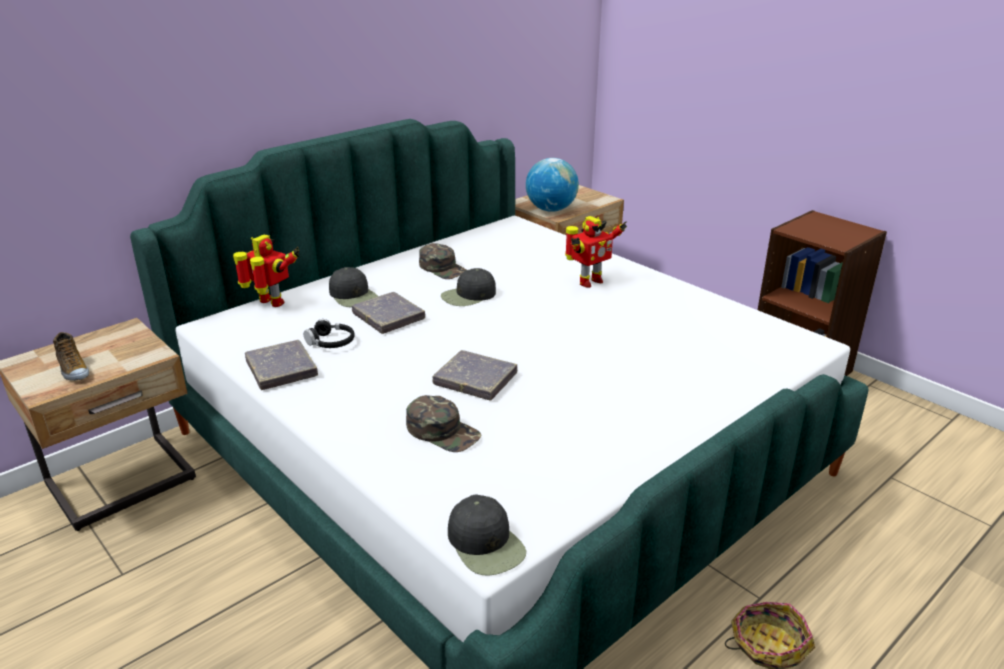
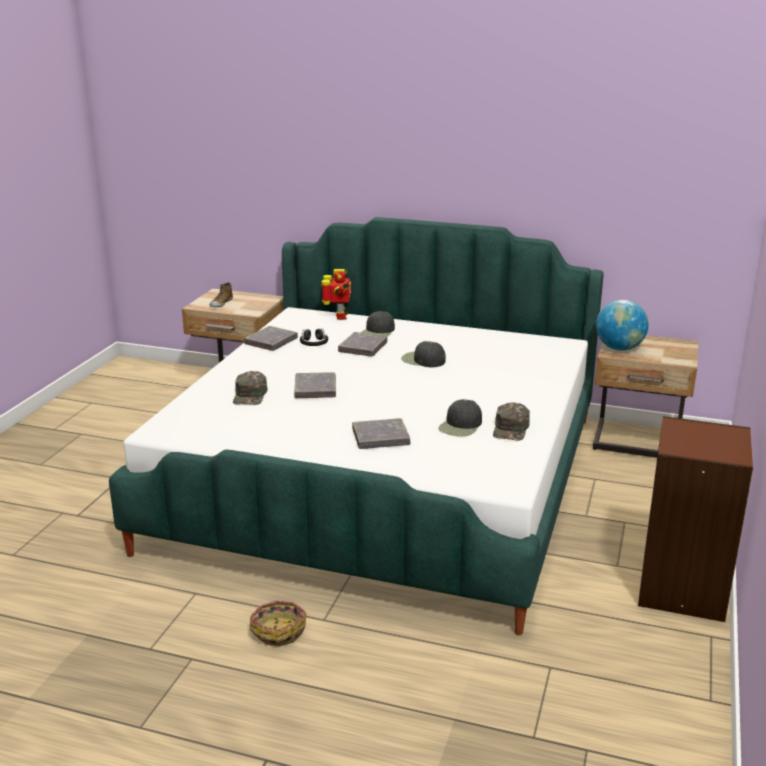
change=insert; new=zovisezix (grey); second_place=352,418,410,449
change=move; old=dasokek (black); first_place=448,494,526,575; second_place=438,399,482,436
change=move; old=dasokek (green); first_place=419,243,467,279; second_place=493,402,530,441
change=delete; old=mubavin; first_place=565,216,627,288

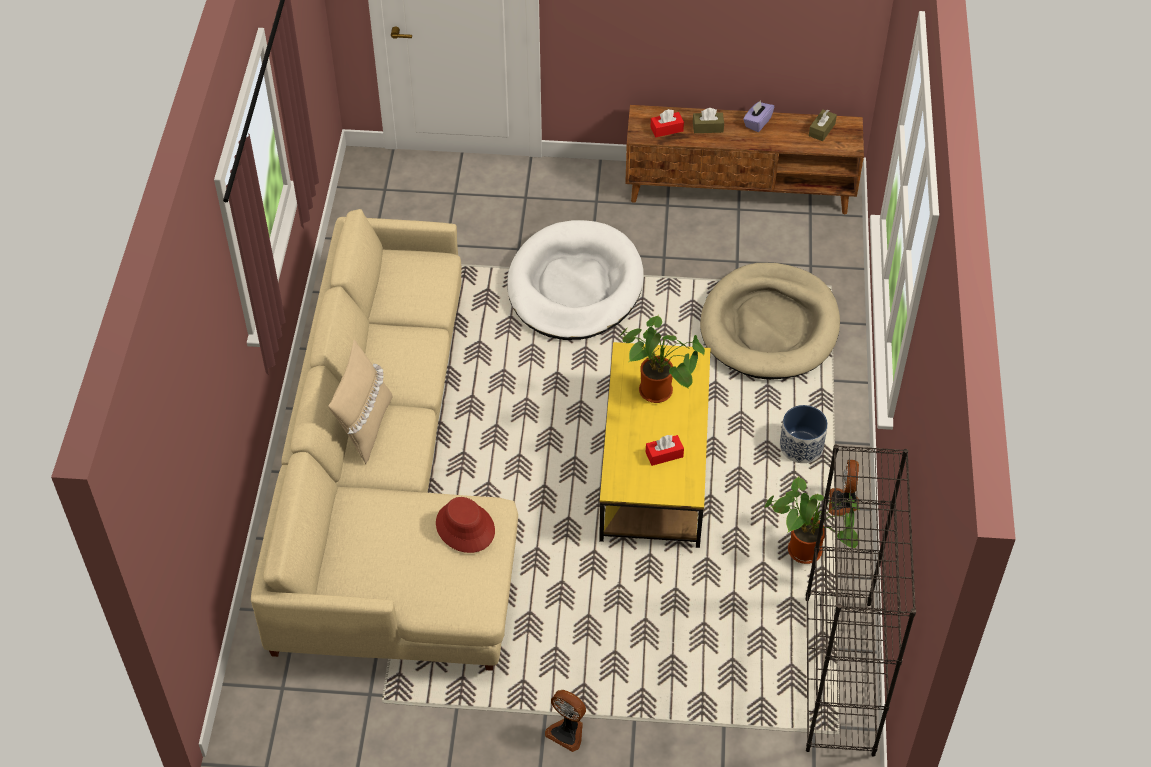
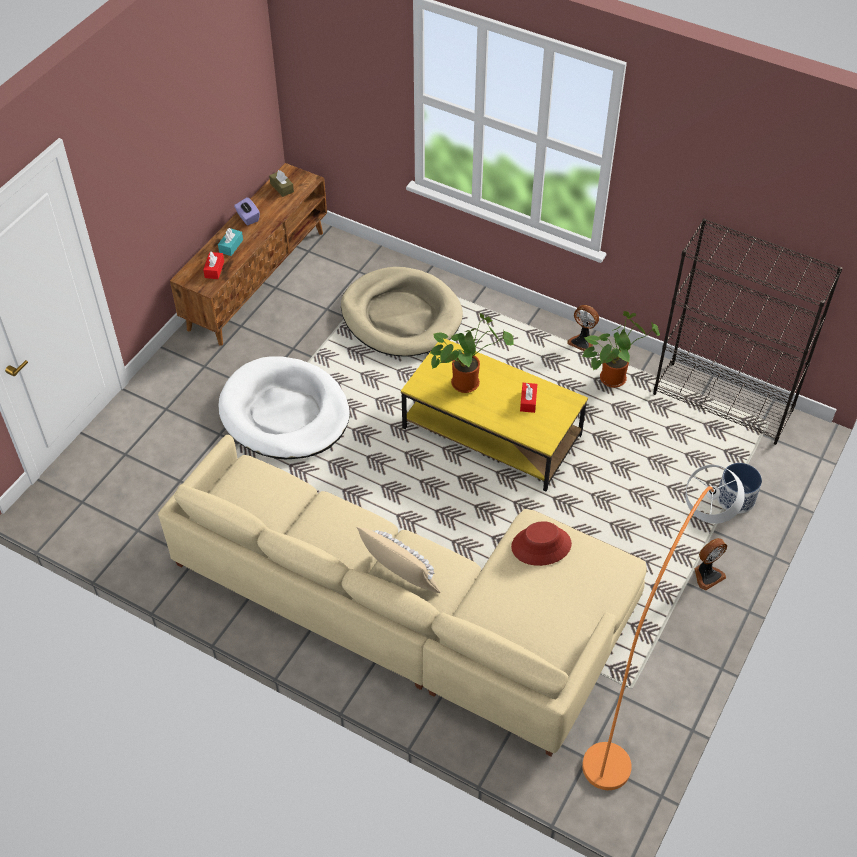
change=recolor; old=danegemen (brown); new=danegemen (turquoise); first_place=693,108,724,133; second_place=218,228,243,256
change=insert; new=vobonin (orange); second_place=582,465,745,790
change=move; old=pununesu; first_place=780,405,828,463; second_place=717,463,762,514

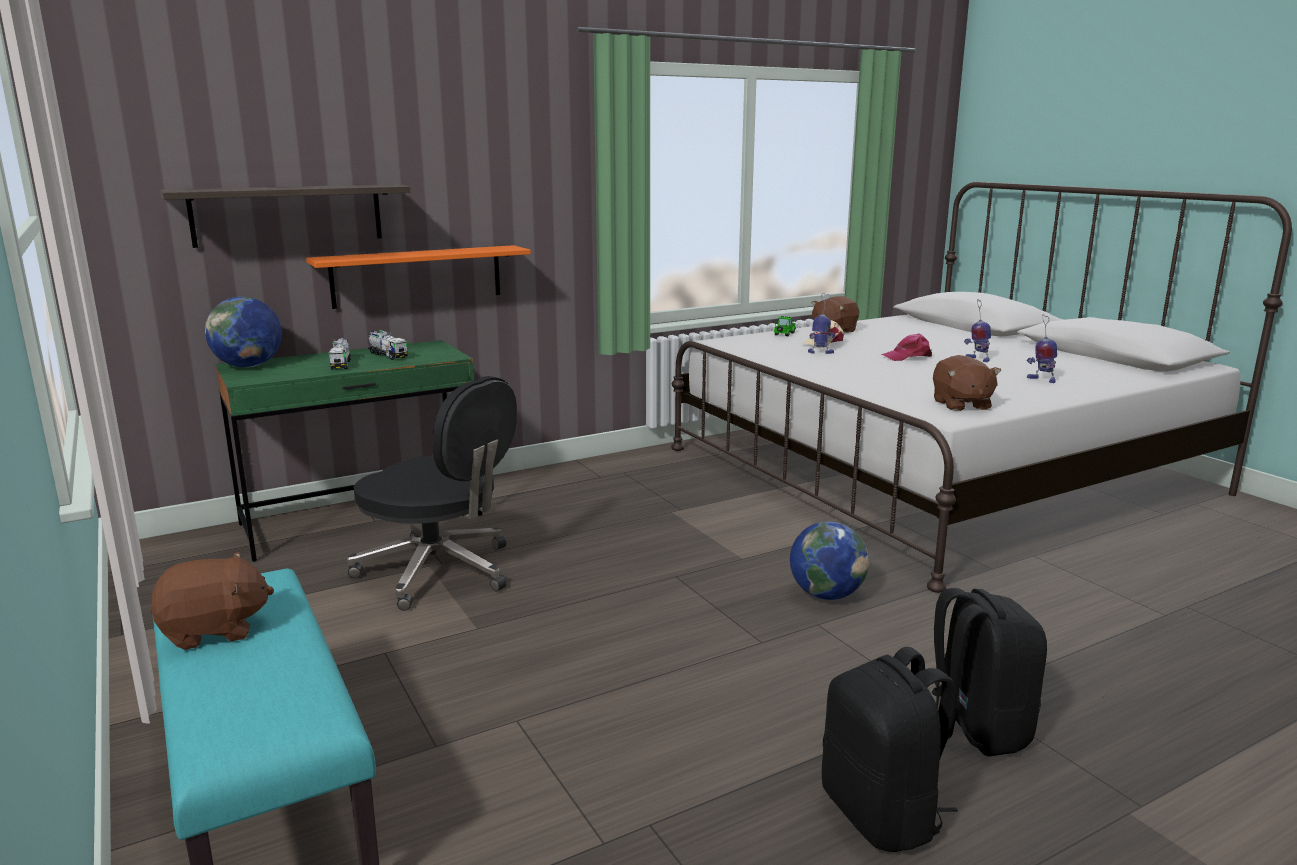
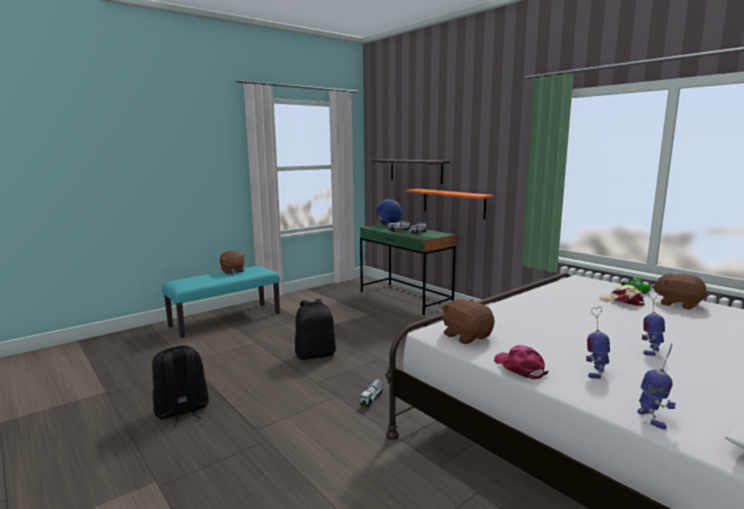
change=move; old=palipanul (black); first_place=931,588,1047,756; second_place=295,299,336,360
change=replace; old=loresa; new=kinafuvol; first_place=790,521,869,600; second_place=360,378,383,407
change=rotate; old=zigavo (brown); first_place=933,355,1001,411; second_place=442,299,495,344; degrees=75
change=move; old=dasokek (pink); first_place=881,333,932,361; second_place=494,345,549,379
change=move; old=mubavin; first_place=808,294,835,354; second_place=638,343,676,430
change=delete; old=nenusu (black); first_place=347,376,517,611

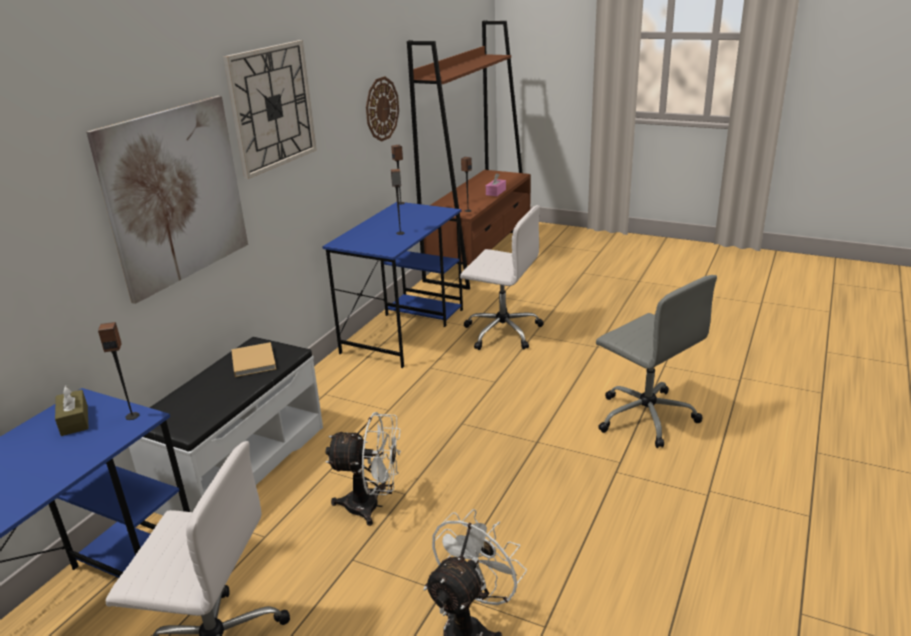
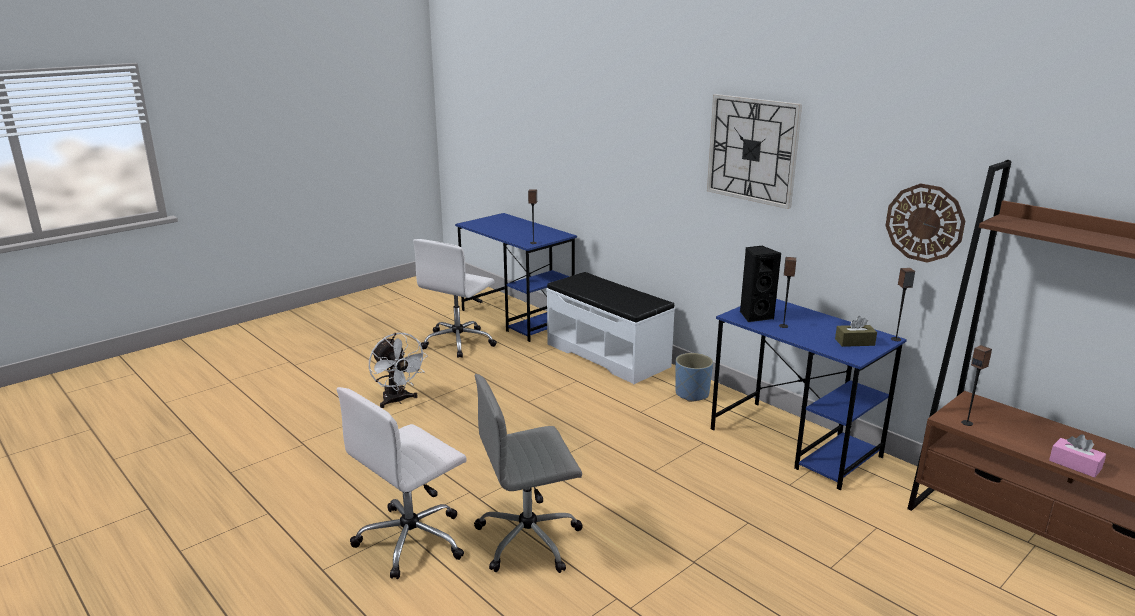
change=move; old=nenusu (white); first_place=460,205,544,350; second_place=337,387,467,579
change=insert; new=pununesu (blue); second_place=675,353,713,402
change=insert; new=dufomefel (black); second_place=740,246,781,323
change=move; old=danegemen (brown); first_place=55,385,89,436; second_place=835,316,877,347
change=delete; old=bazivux; first_place=86,96,248,304
change=delete; old=zovisezix (beige); first_place=231,342,276,377
change=delete; old=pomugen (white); first_place=326,412,401,526

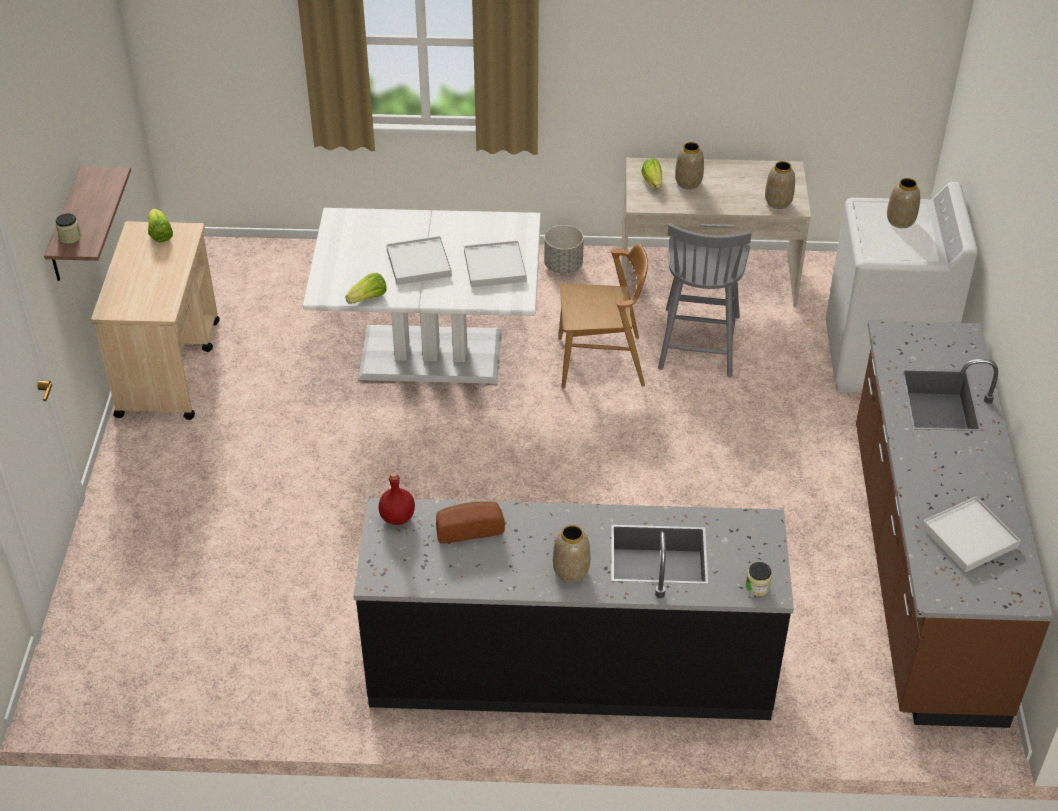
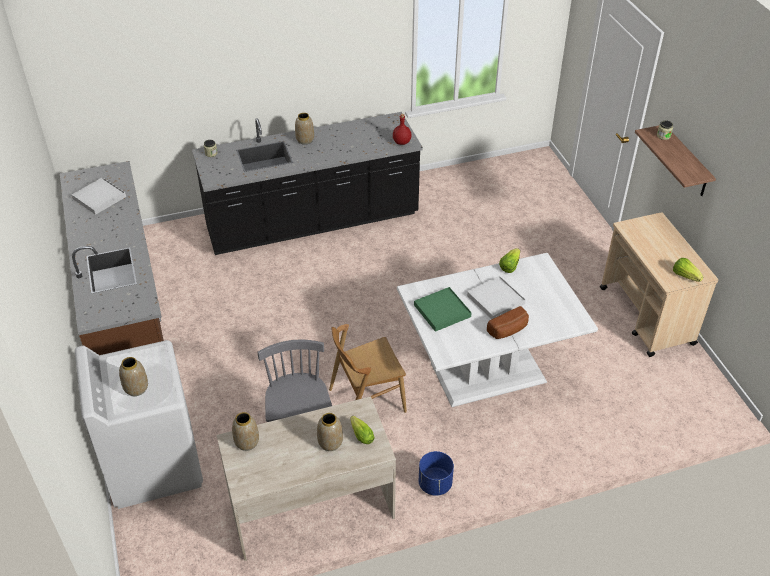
change=recolor; old=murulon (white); new=murulon (green); first_place=464,240,527,287; second_place=414,287,472,332
change=recolor; old=pununesu (grey); new=pununesu (blue); first_place=544,225,584,274; second_place=419,451,454,496
change=move; old=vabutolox; first_place=436,502,505,543; second_place=487,306,529,339

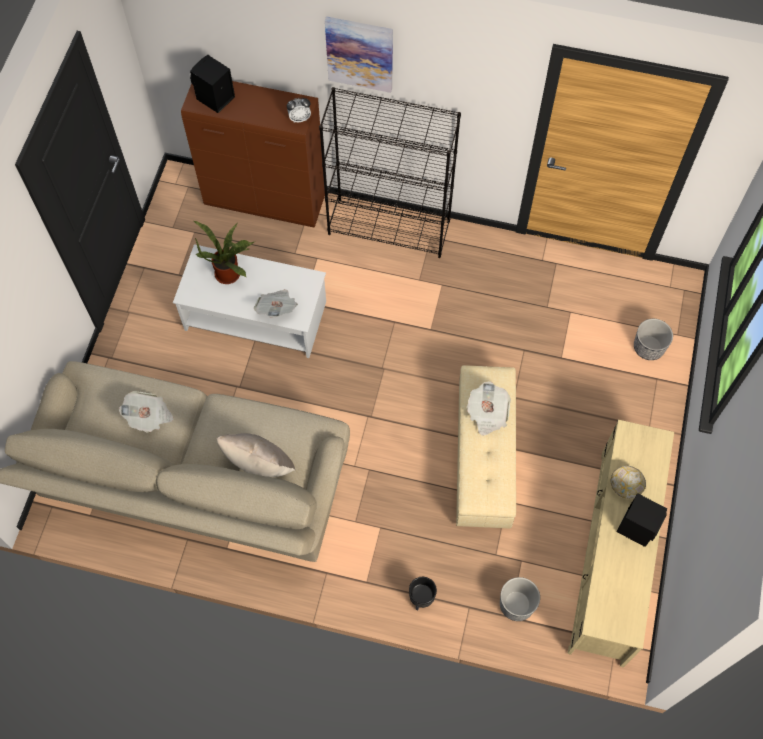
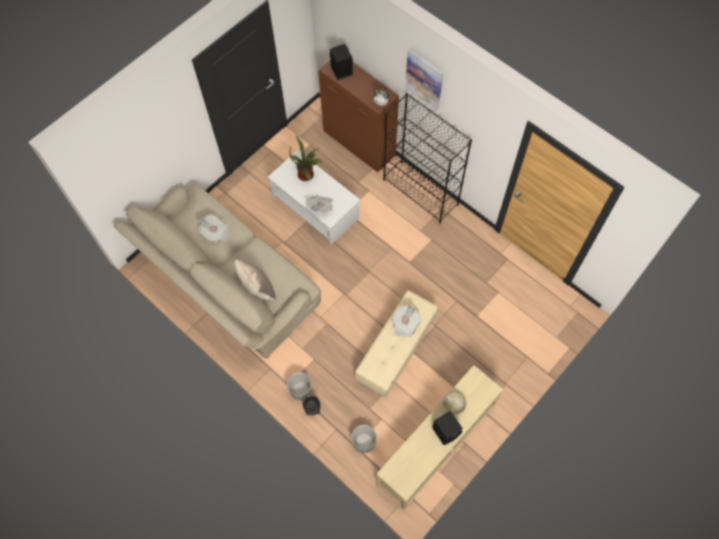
change=move; old=pununesu; first_place=634,319,673,360; second_place=287,372,312,400

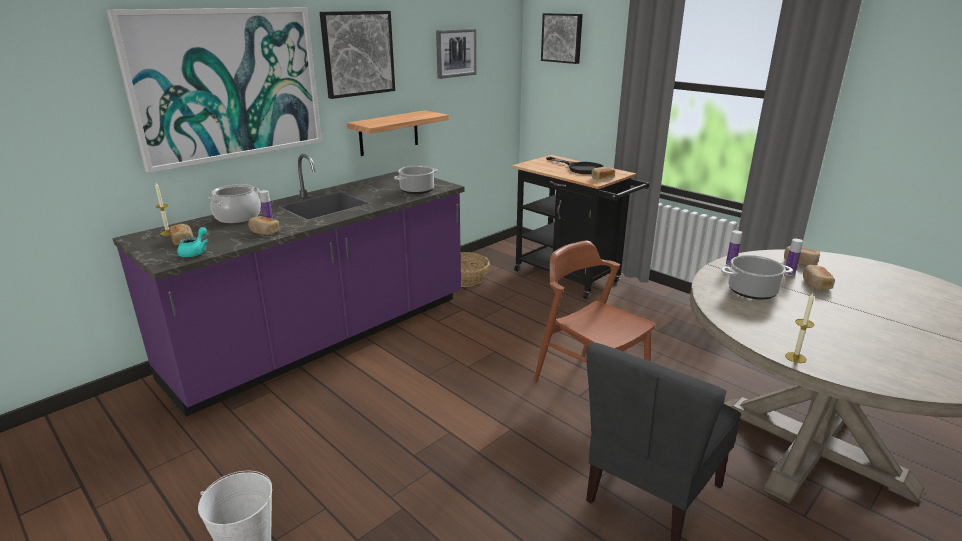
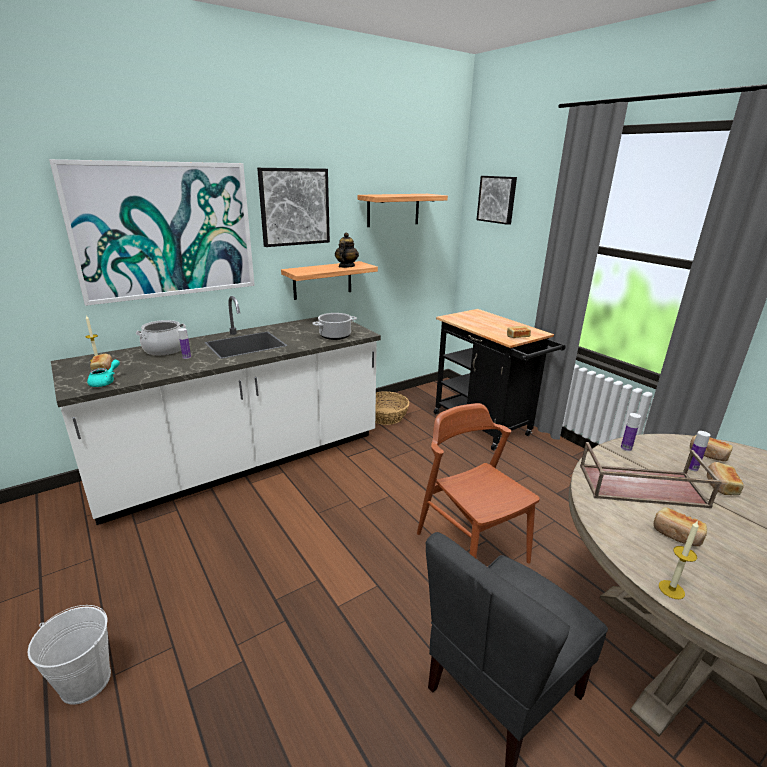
change=recolor; old=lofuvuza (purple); new=lofuvuza (white); first_place=112,154,465,417; second_place=51,296,381,525
change=insert; new=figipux; second_place=335,233,359,268
change=replace; old=bazivux; new=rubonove; first_place=436,29,477,79; second_place=358,194,448,227
change=replace; old=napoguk; new=murulon (brown); first_place=721,255,793,300; second_place=580,442,722,508
change=move; old=vabutolox; first_place=248,216,280,235; second_place=654,507,707,546
change=delete; old=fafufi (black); first_place=546,157,604,174

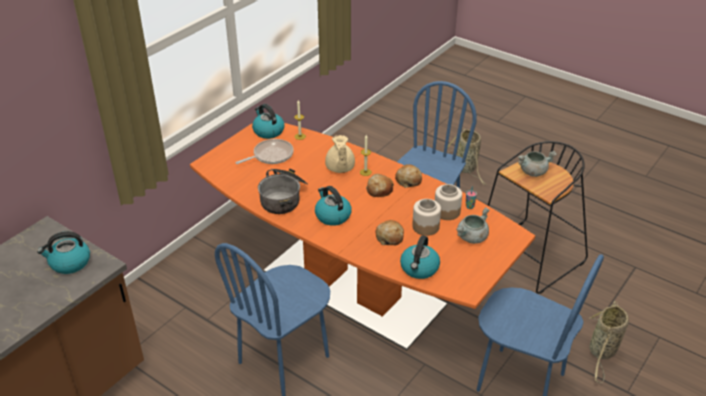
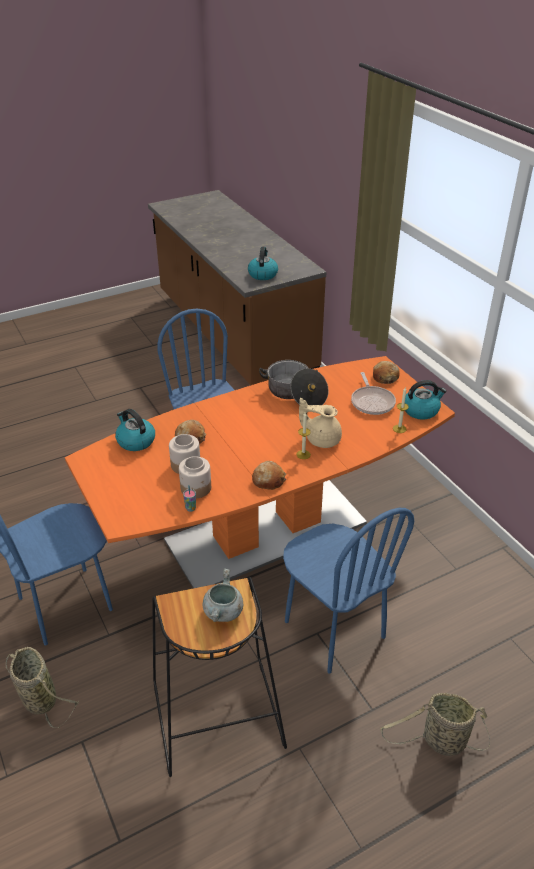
change=move; old=vabutolox; first_place=366,174,394,197; second_place=373,361,400,384
change=delete; old=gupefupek; first_place=315,186,352,226
change=delete; old=napoguk (grey); first_place=456,207,490,244

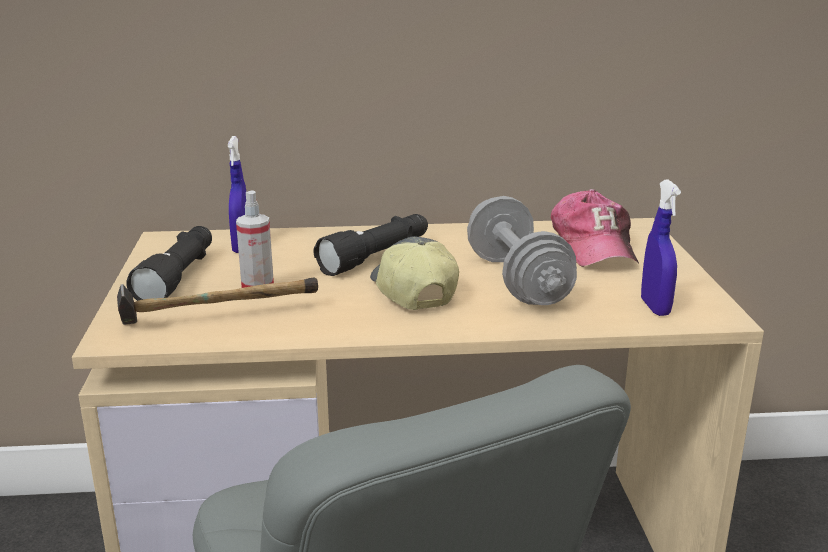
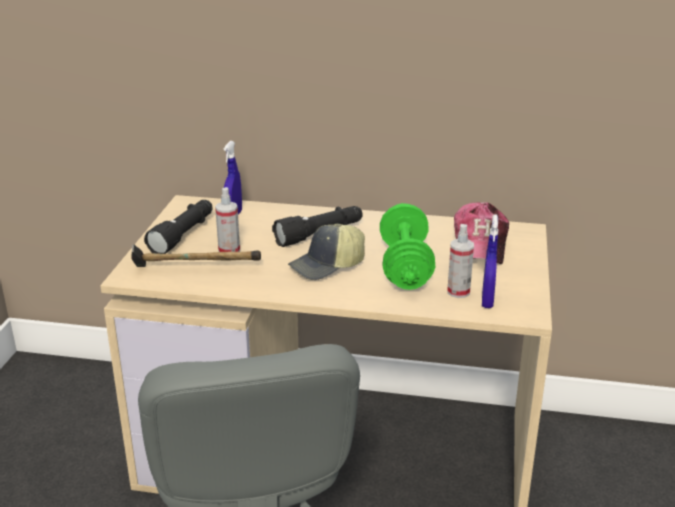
change=rotate; old=dasokek; first_place=370,236,459,310; second_place=288,223,365,280; degrees=-120
change=recolor; old=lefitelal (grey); new=lefitelal (green); first_place=467,196,577,305; second_place=380,203,435,290
change=insert; new=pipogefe; second_place=447,224,474,298

